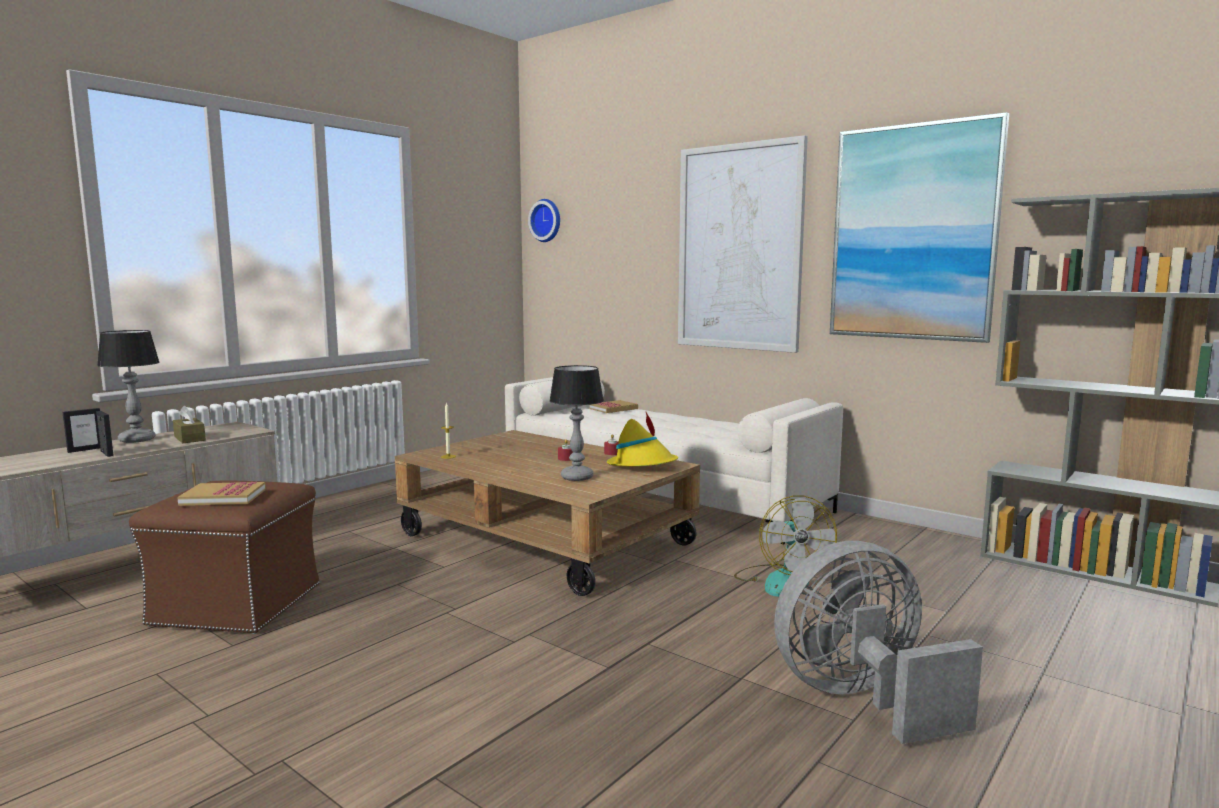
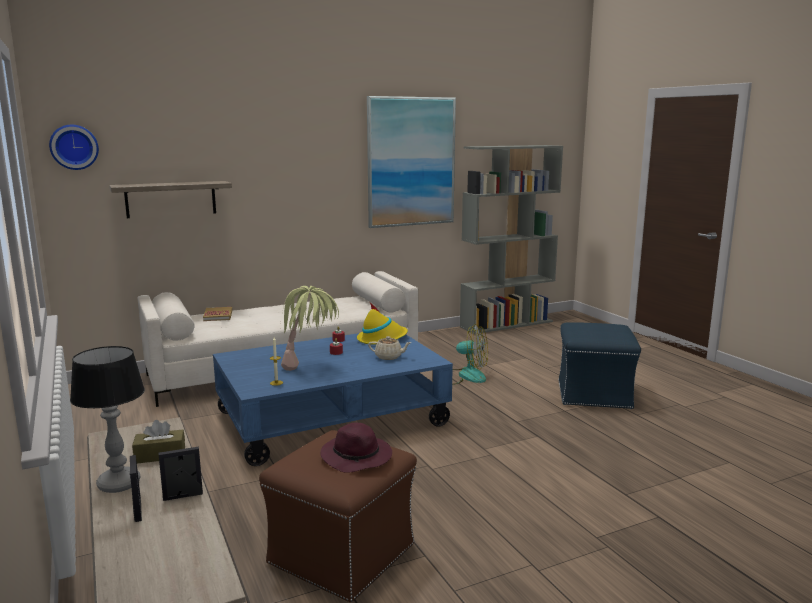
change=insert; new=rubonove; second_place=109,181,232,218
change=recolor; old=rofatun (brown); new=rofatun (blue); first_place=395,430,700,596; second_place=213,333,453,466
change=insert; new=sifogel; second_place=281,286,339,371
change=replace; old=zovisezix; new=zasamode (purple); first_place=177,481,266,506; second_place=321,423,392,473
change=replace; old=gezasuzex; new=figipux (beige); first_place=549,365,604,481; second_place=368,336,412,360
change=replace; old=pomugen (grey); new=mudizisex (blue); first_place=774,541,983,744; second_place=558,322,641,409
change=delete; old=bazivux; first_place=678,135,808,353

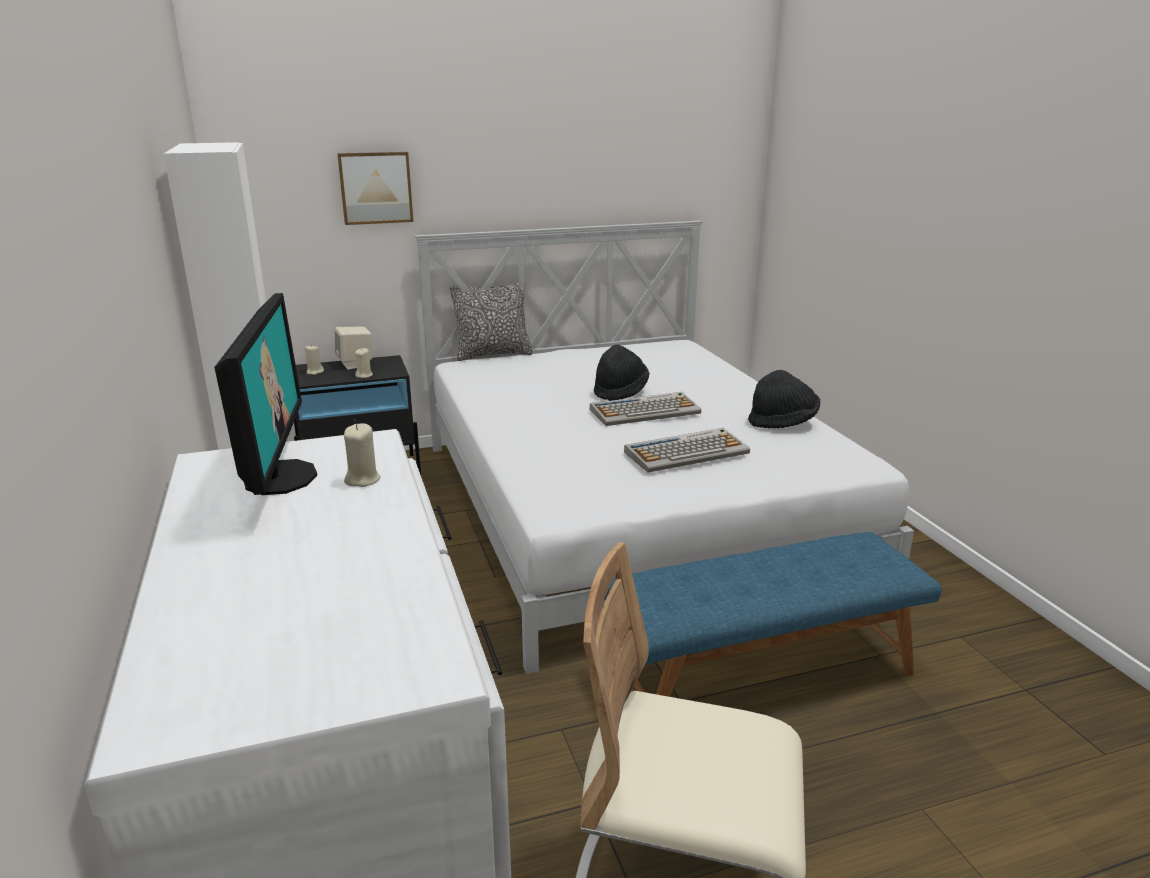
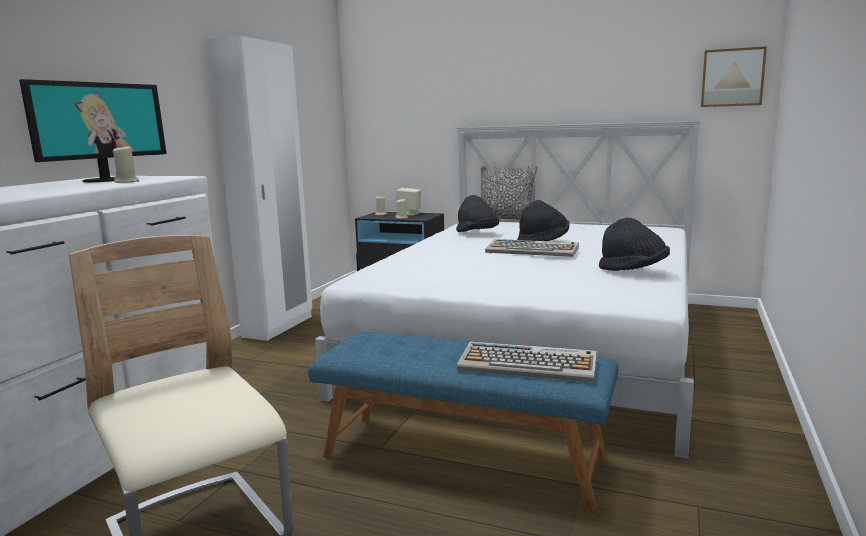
change=insert; new=zasamode (black); second_place=456,195,500,232
change=move; old=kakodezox; first_place=624,428,750,473; second_place=457,341,597,383
change=move; old=bazivux; first_place=337,152,413,225; second_place=701,46,767,107

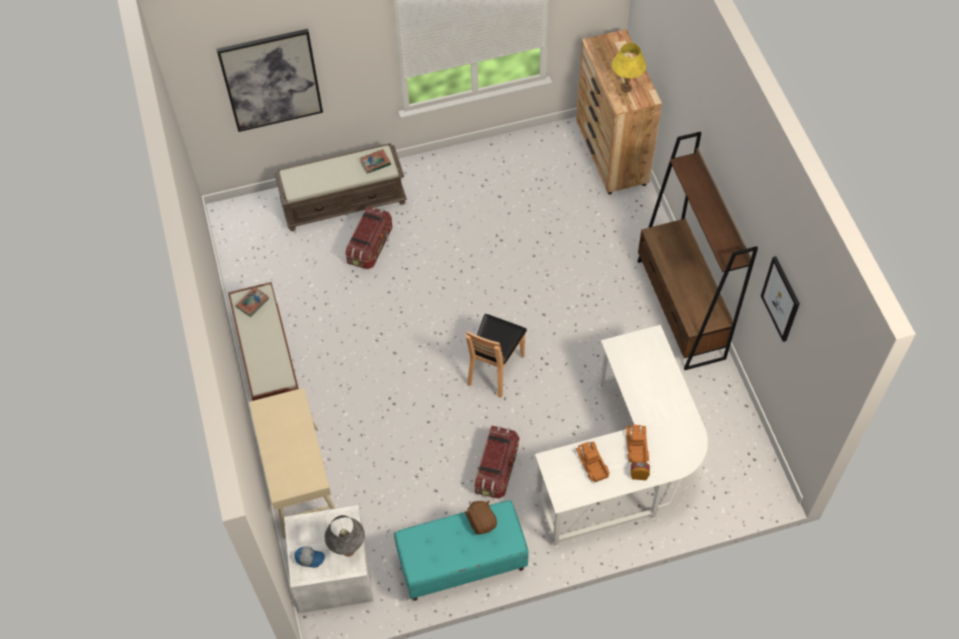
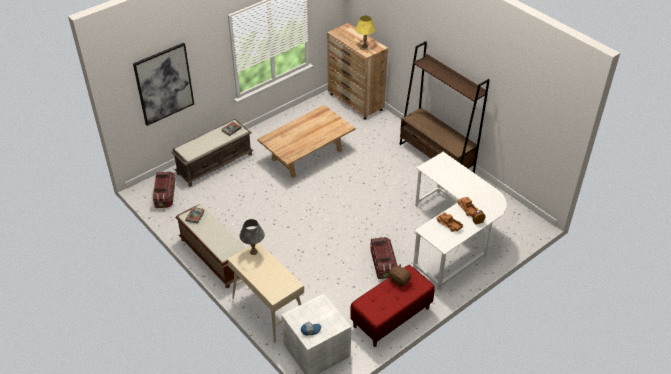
change=move; old=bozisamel; first_place=346,206,393,269; second_place=153,171,175,208
change=move; old=gezasuzex (grey); first_place=325,515,365,557; second_place=239,219,265,255
change=insert; new=rofatun (beige); second_place=257,105,355,178
change=recolor; old=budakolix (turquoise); new=budakolix (red); first_place=394,500,529,601; second_place=350,265,435,347
change=delete; old=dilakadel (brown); first_place=466,314,527,398
change=delete; old=bazivux; first_place=761,256,800,342

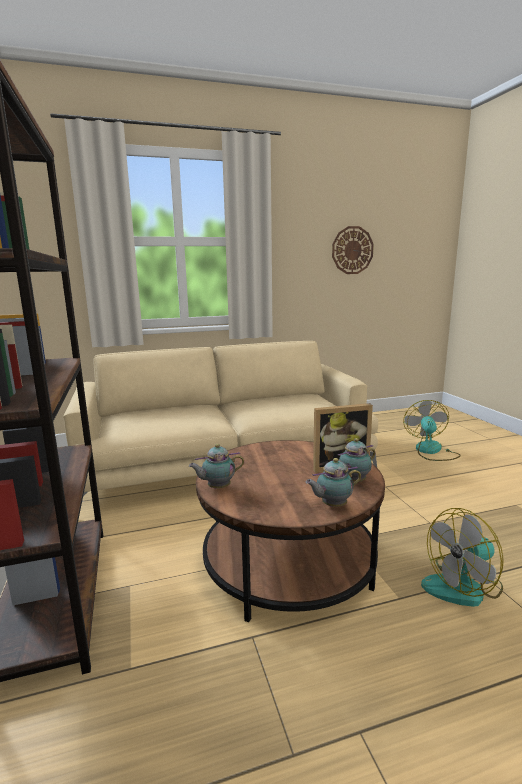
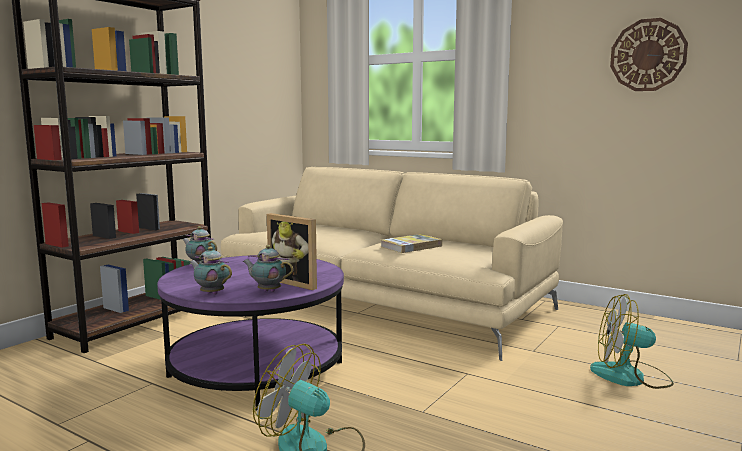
change=recolor; old=rofatun (brown); new=rofatun (purple); first_place=196,440,385,622; second_place=157,255,344,410
change=insert; new=zovisezix; second_place=381,234,442,253
change=rotate; old=pomugen; first_place=403,400,461,461; second_place=590,294,674,389; degrees=-135

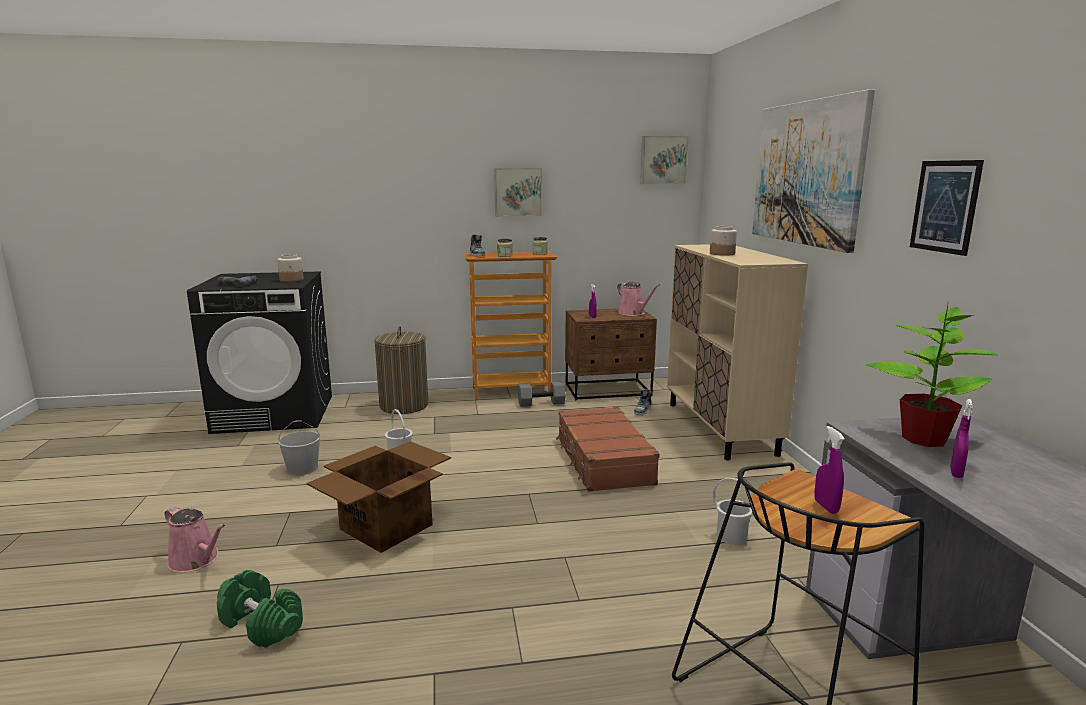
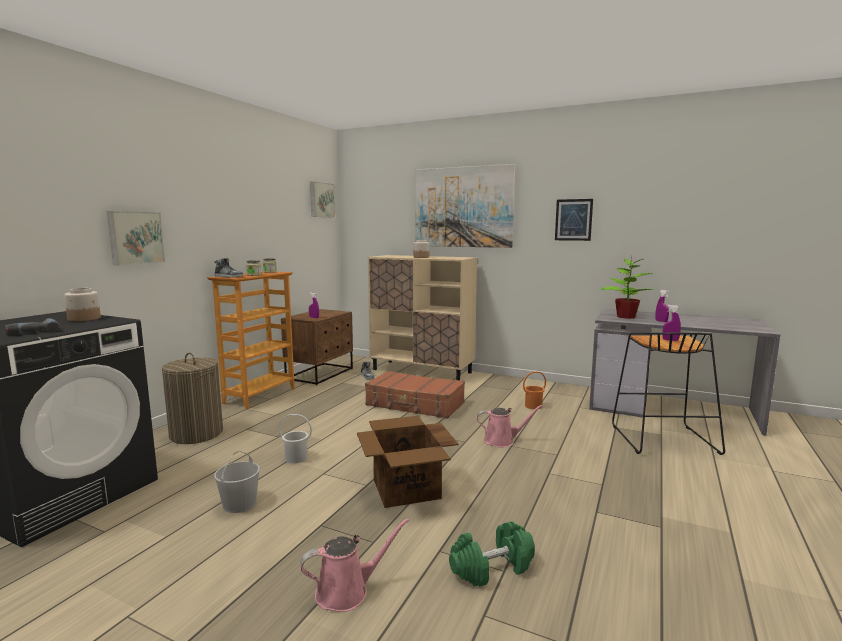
change=move; old=bazivux; first_place=494,168,542,217; second_place=107,211,165,265
change=move; old=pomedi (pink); first_place=617,282,660,316; second_place=477,405,543,447
change=recolor; old=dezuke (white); new=dezuke (orange); first_place=713,478,754,545; second_place=523,371,546,409
change=delete; old=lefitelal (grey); first_place=518,382,566,407

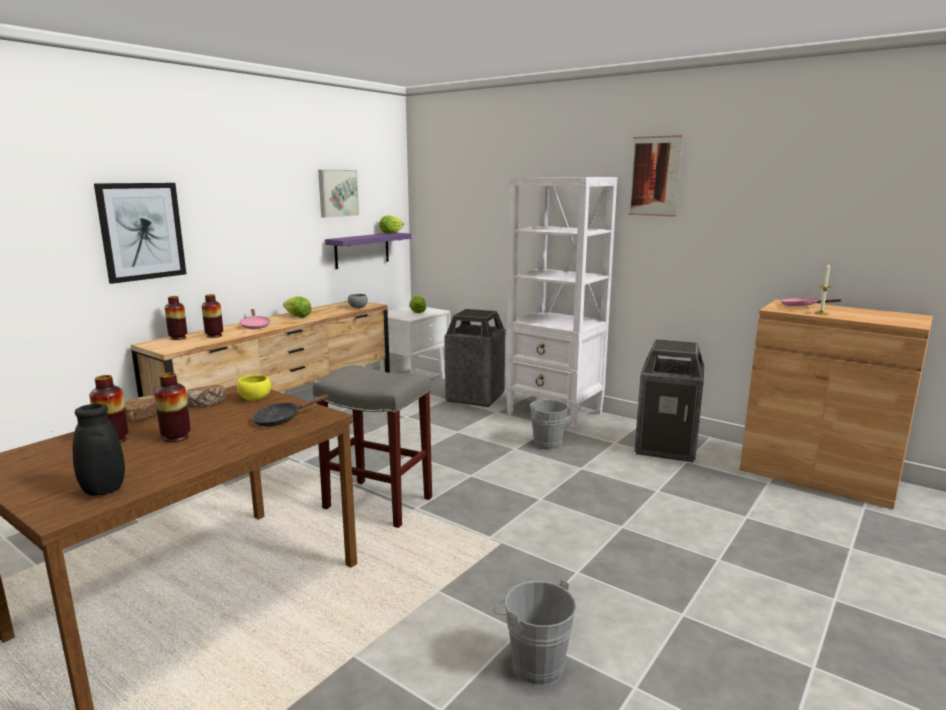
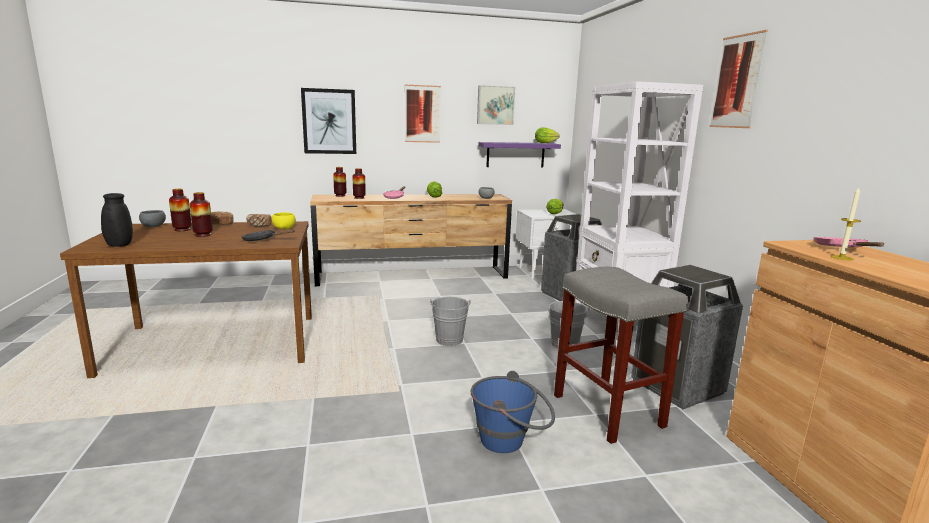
change=insert; new=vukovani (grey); second_place=139,210,166,227
change=insert; new=bazivux; second_place=405,85,441,143
change=move; old=dezuke (grey); first_place=494,579,577,686; second_place=430,297,471,346
change=insert; new=dezuke (blue); second_place=471,371,555,453
change=move; old=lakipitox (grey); first_place=313,365,432,528; second_place=554,267,688,444

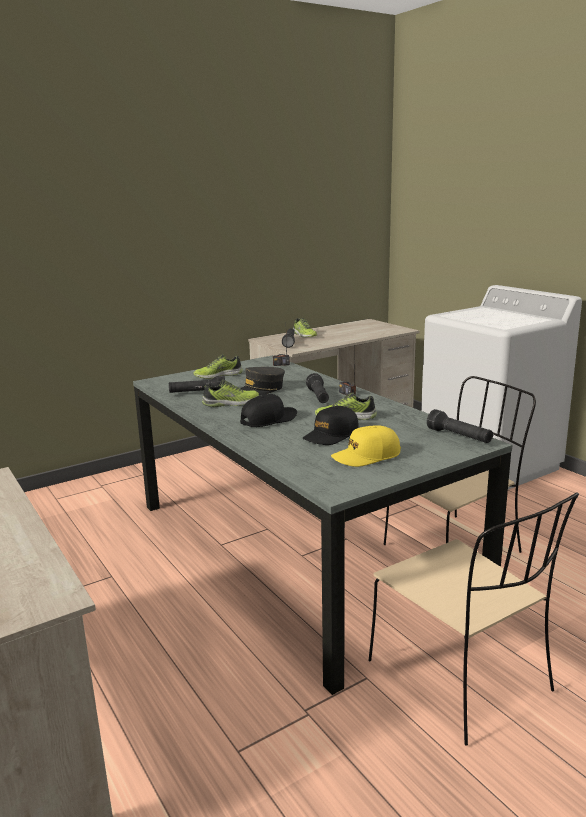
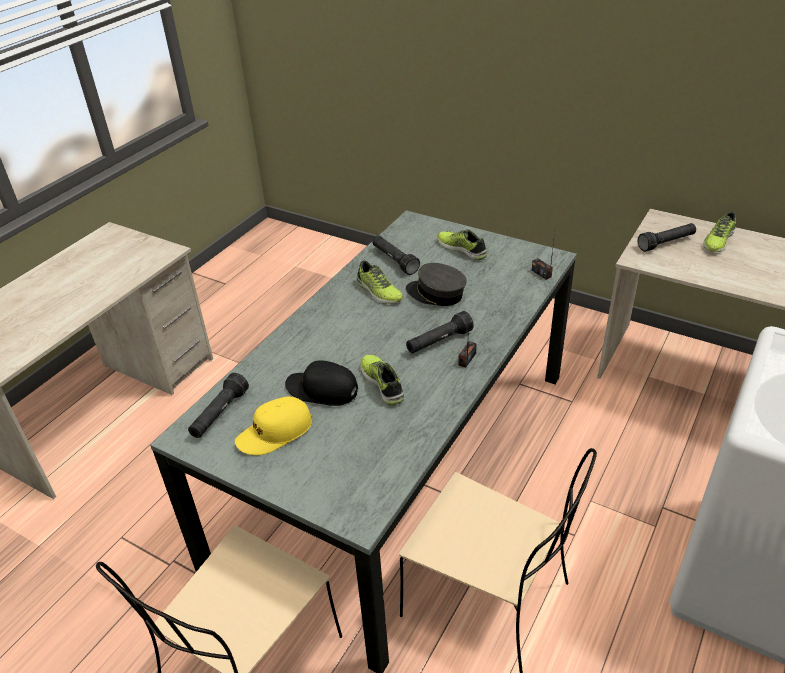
change=move; old=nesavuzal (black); first_place=427,409,493,443; second_place=188,373,249,438
change=rotate; old=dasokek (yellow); first_place=331,425,401,467; second_place=235,397,312,455; degrees=-75
change=delete; old=dasokek (black); first_place=240,394,297,427

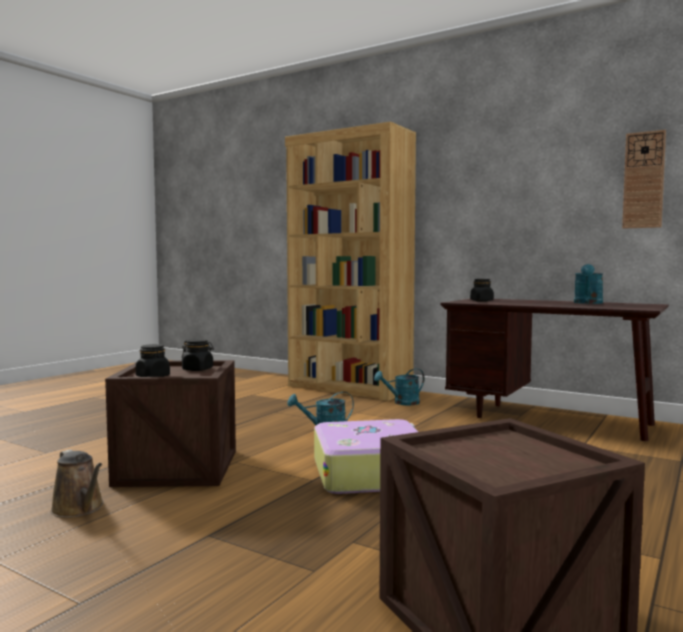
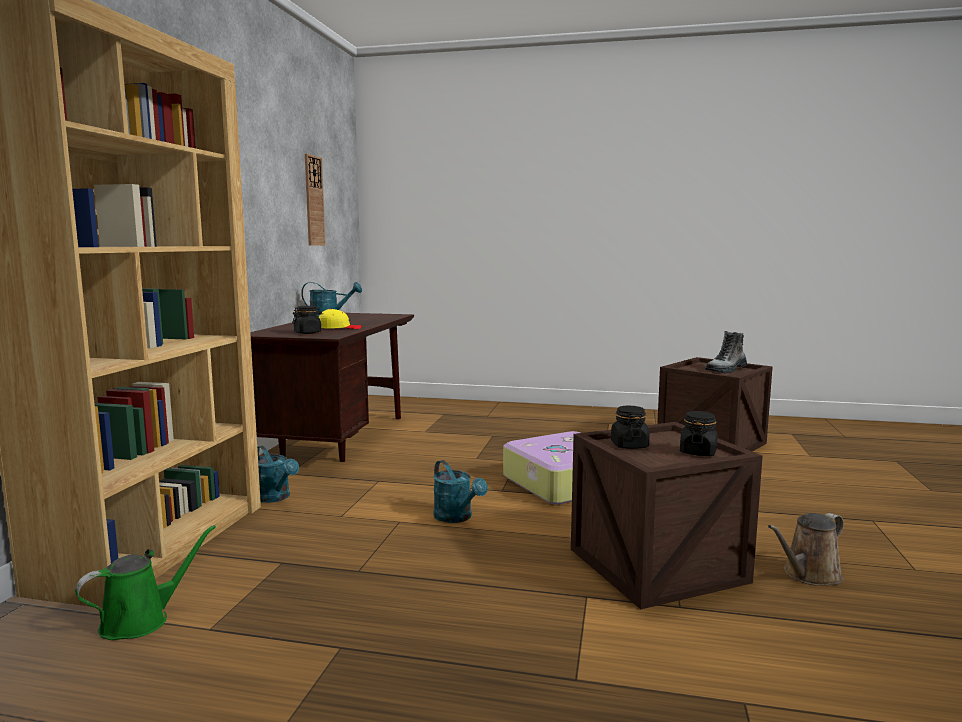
change=insert; new=pomedi (green); second_place=75,525,216,640
change=insert; new=dasokek (yellow); second_place=319,309,362,329
change=insert; new=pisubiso; second_place=705,331,747,373
change=rotate; old=pomedi (brown); first_place=50,449,104,518; second_place=768,513,843,586; degrees=-150

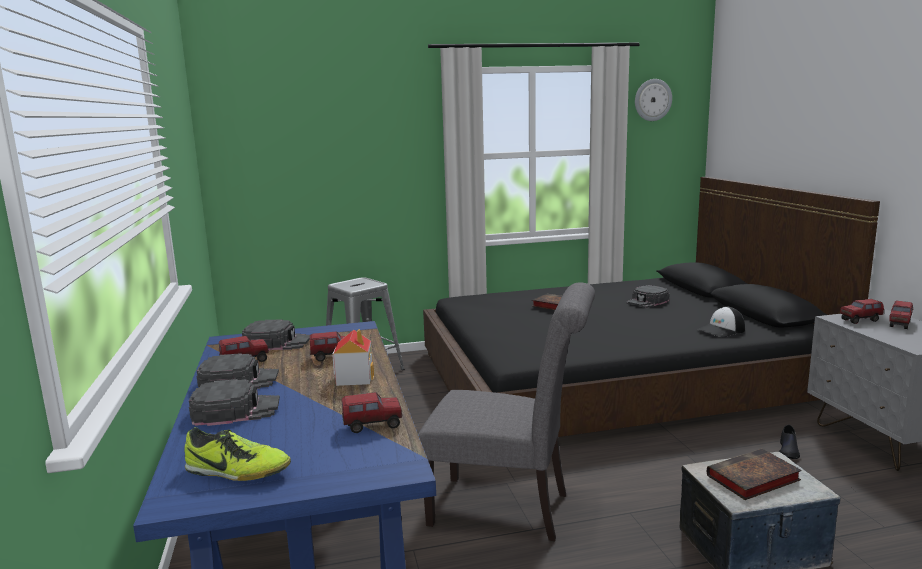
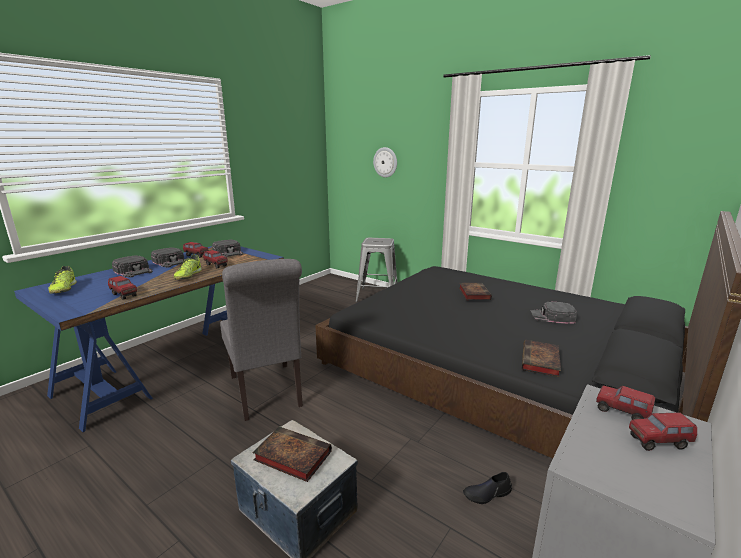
change=replace; old=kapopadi; new=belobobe; first_place=332,329,374,386; second_place=174,254,202,279
change=move; old=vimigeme; first_place=635,79,672,121; second_place=373,147,397,177
change=replace; old=dasokek; new=zovisezix; first_place=697,307,745,337; second_place=522,340,561,377

